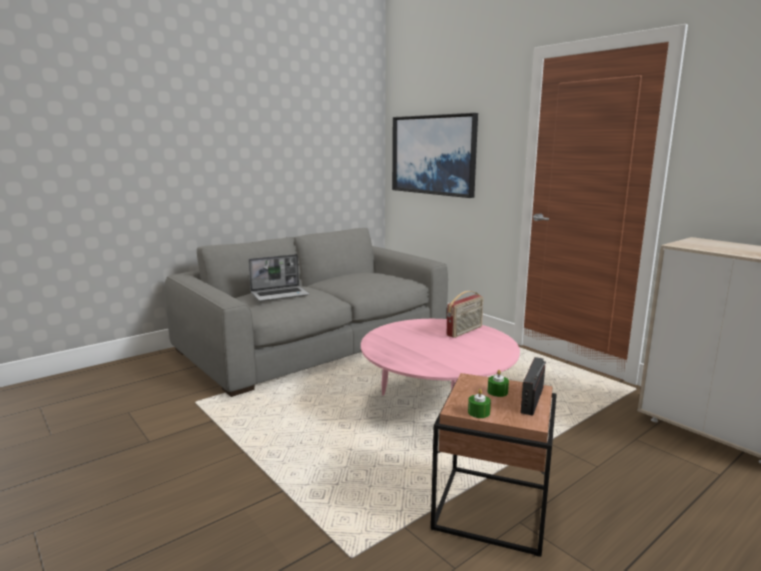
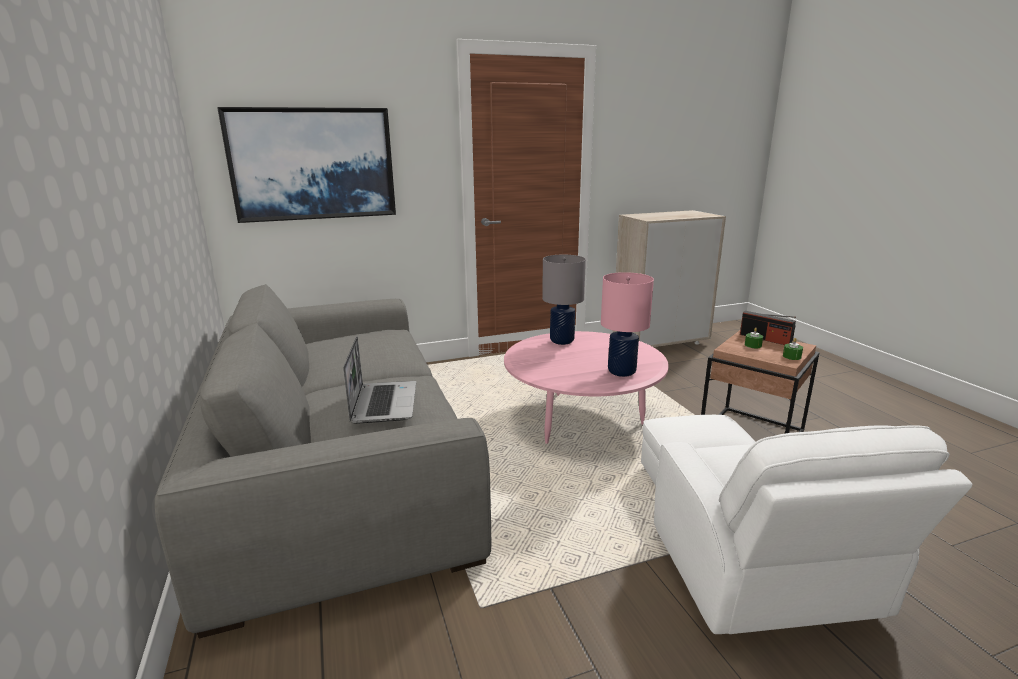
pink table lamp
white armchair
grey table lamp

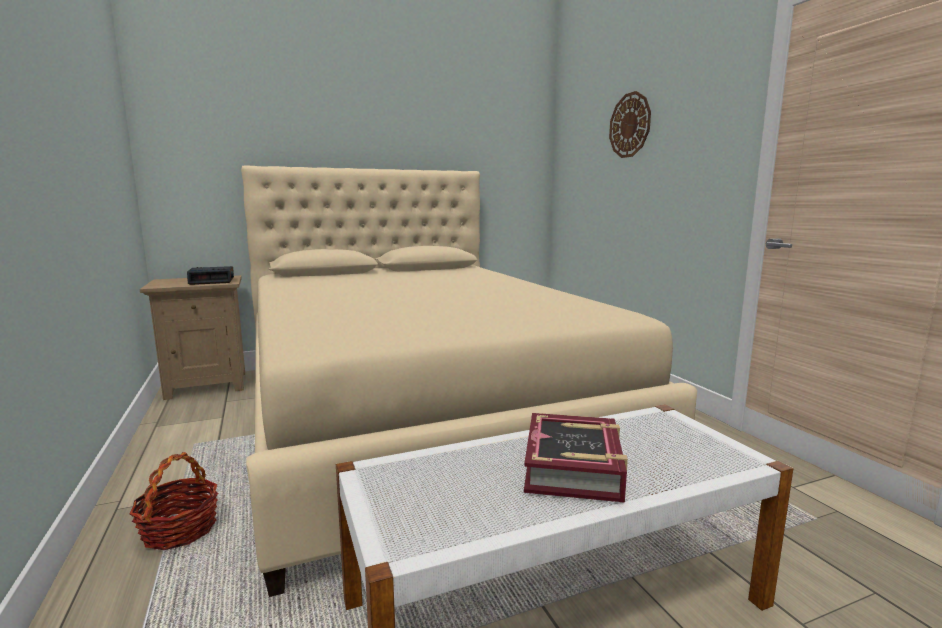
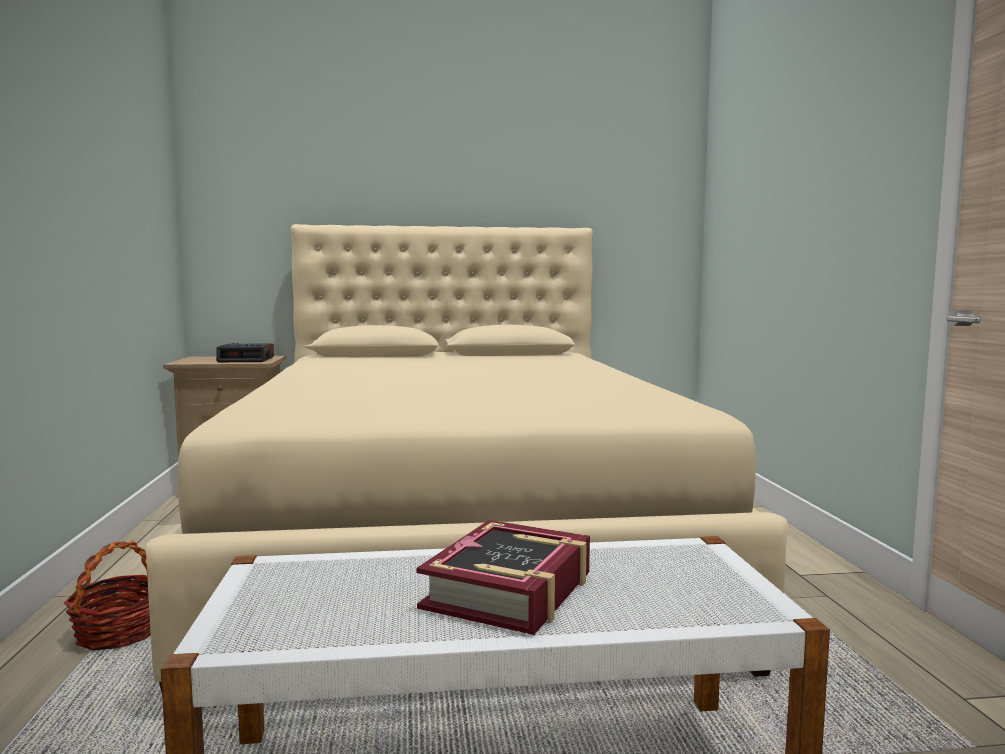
wall clock

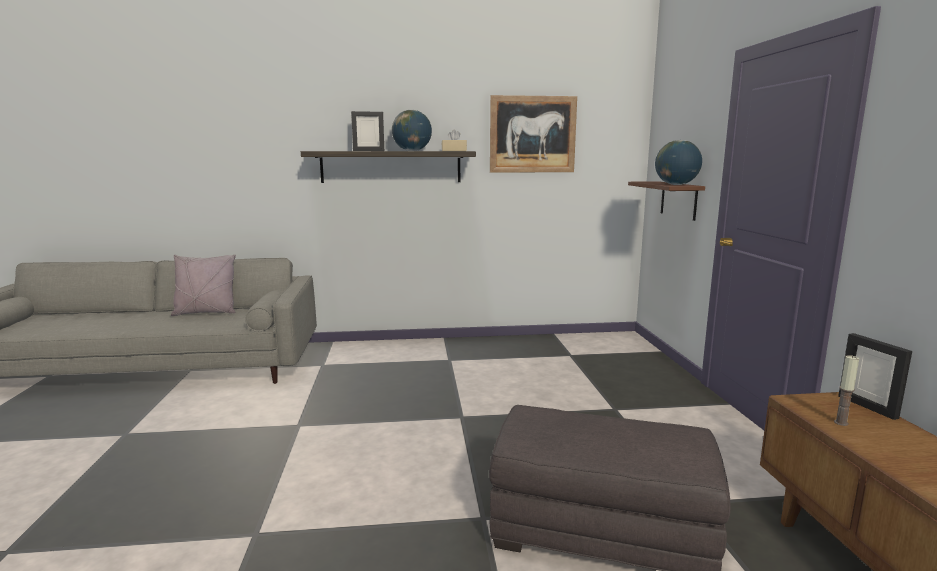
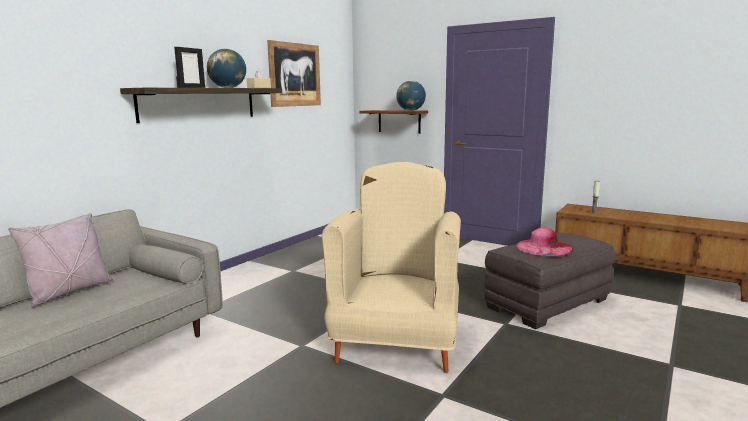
picture frame (no. 2 from left in the first image)
beige armchair
pink hat

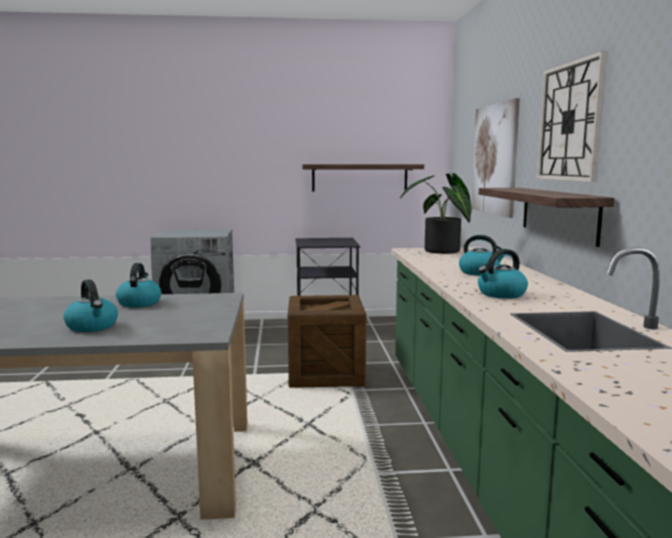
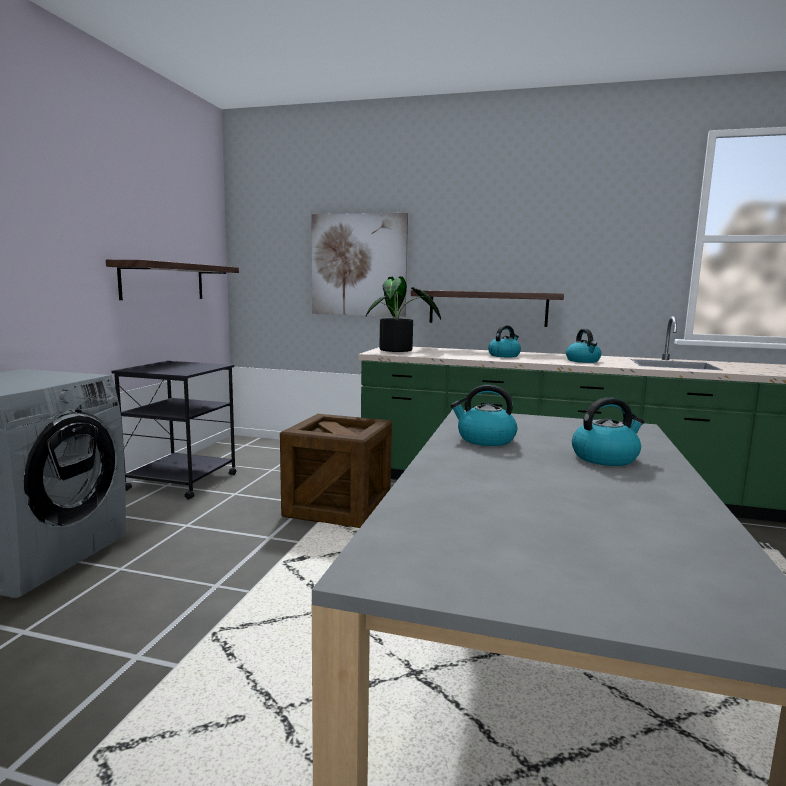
wall clock

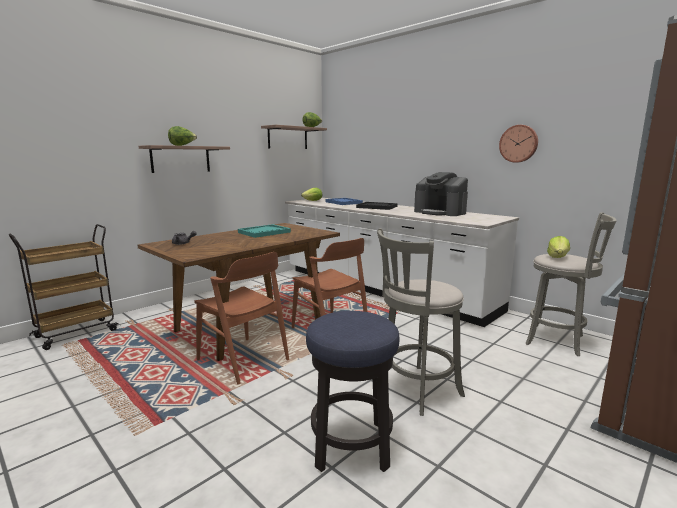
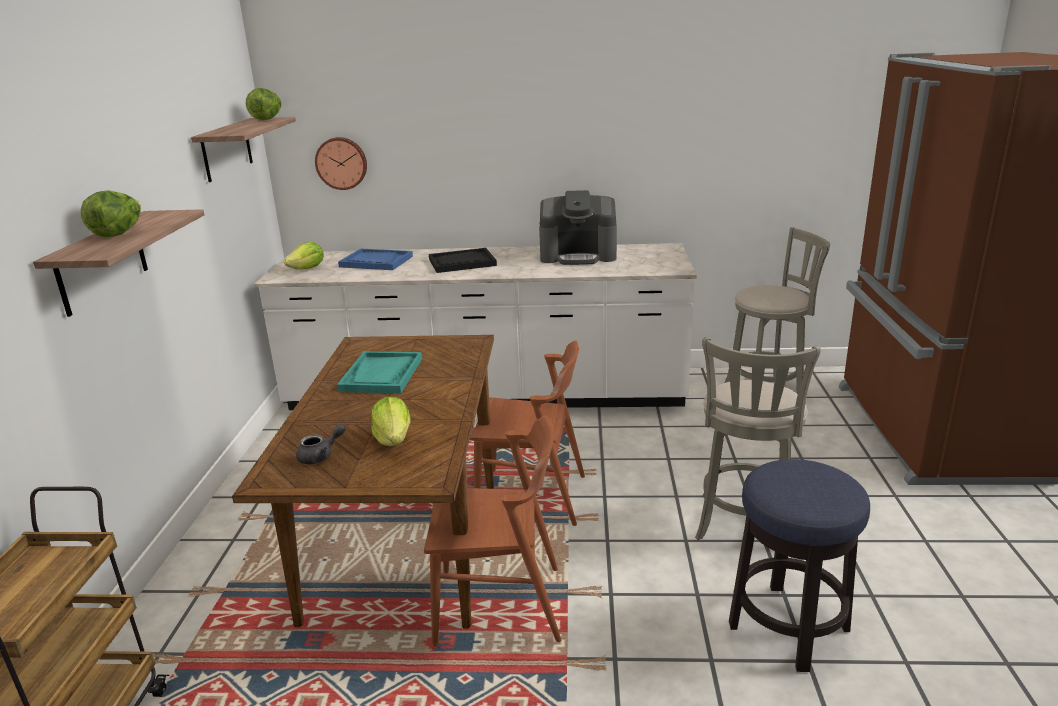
wall clock
lettuce (no. 4 from left)

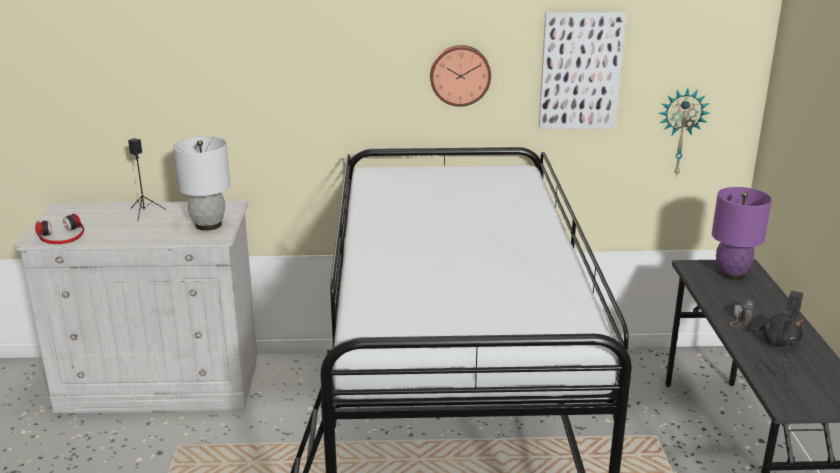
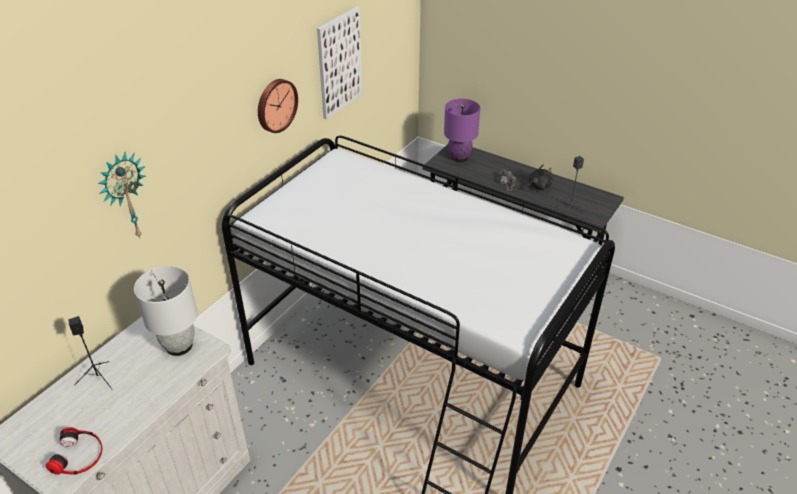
wall clock (no. 1 from left)

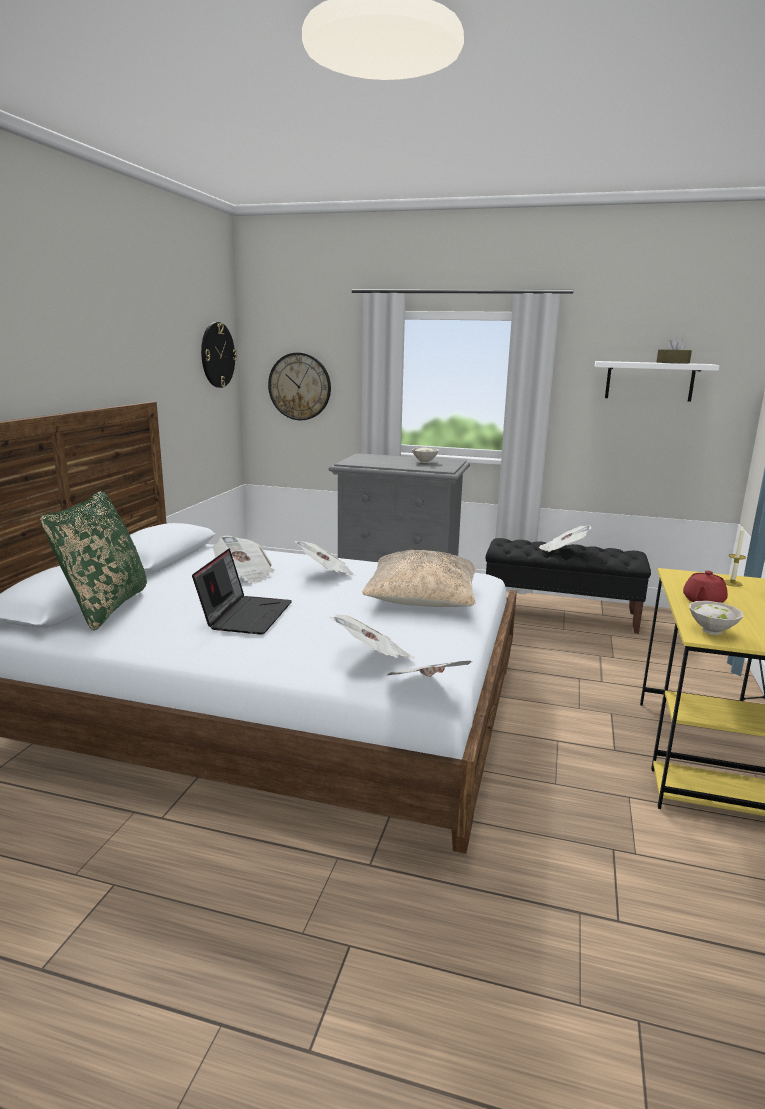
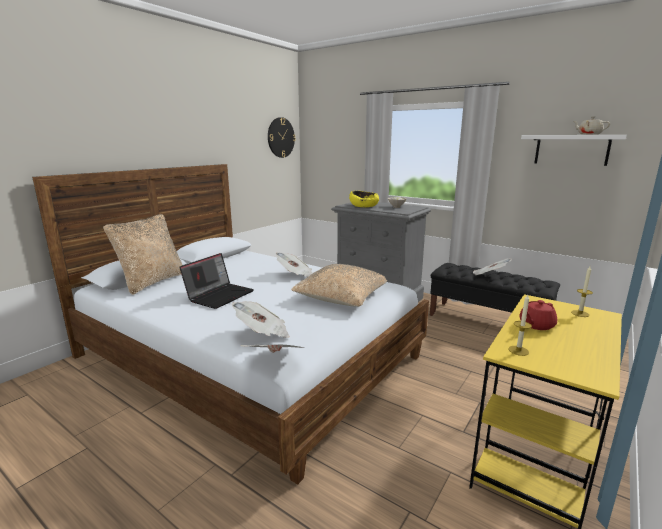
newspaper (no. 1 from left in the first image)
wall clock (no. 2 from left in the first image)
yellow bowl
beige teapot
candle (no. 1 from left)
beige pillow (no. 1 from left)

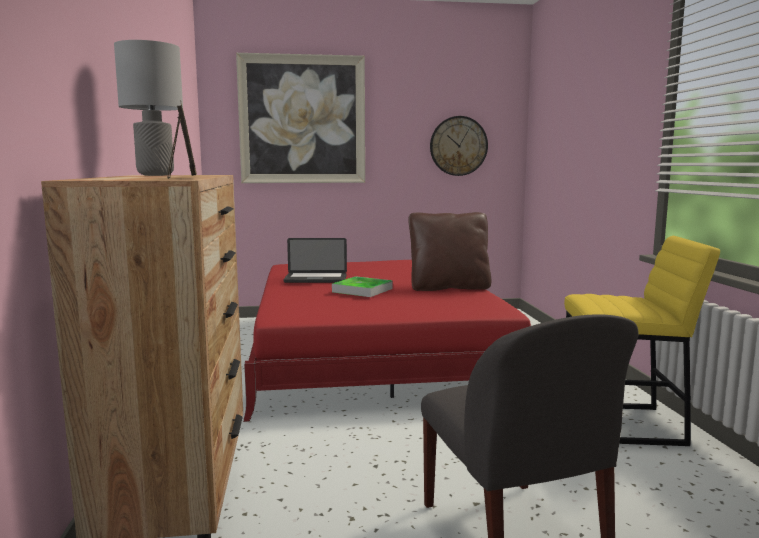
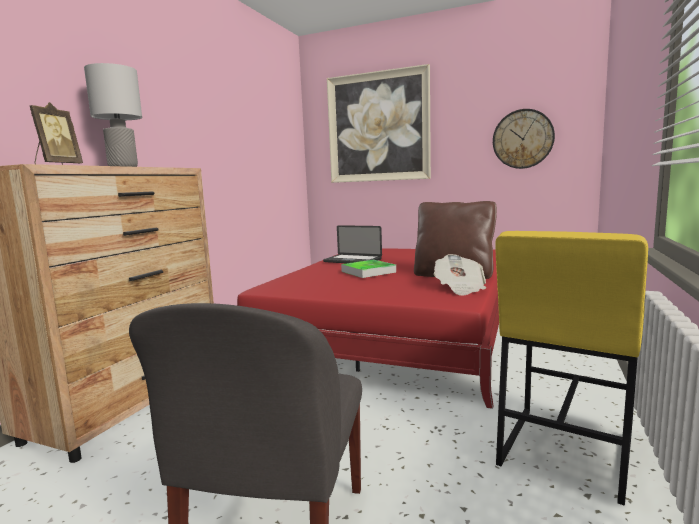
newspaper
yellow chair

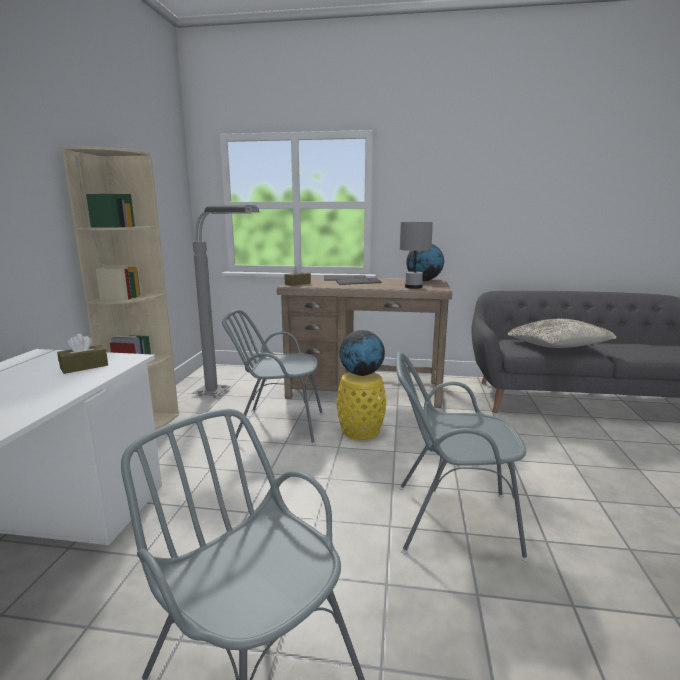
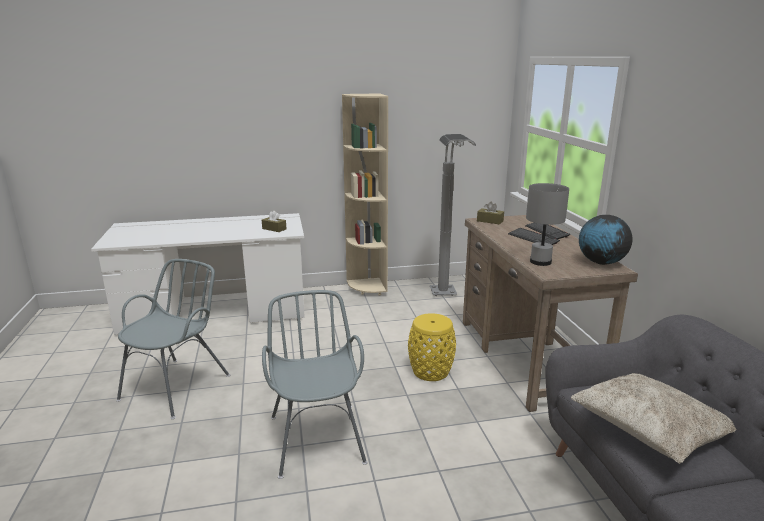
grey chair (no. 2 from left in the first image)
globe (no. 1 from left in the first image)

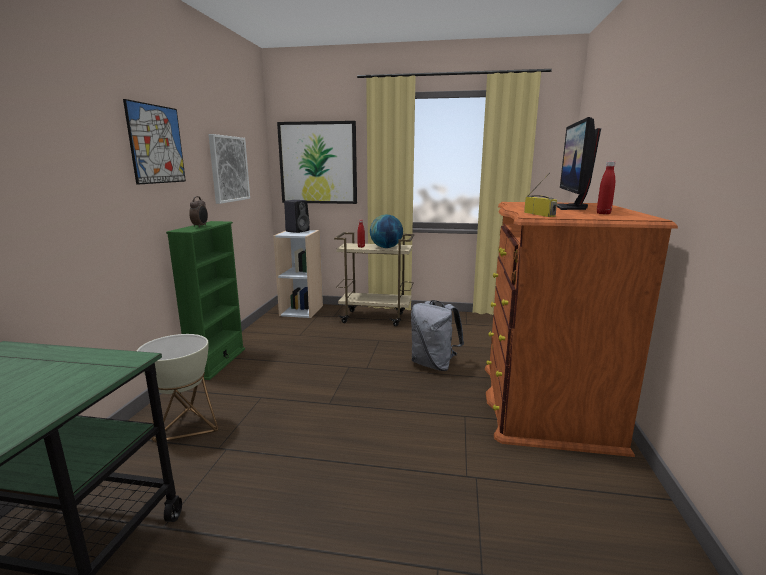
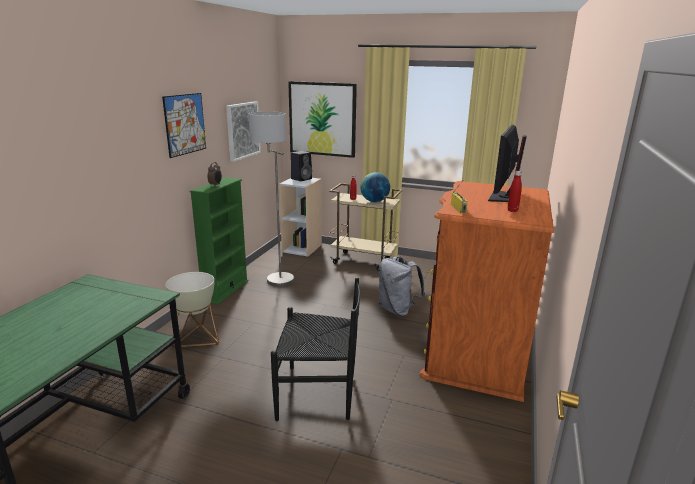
grey floor lamp
black chair

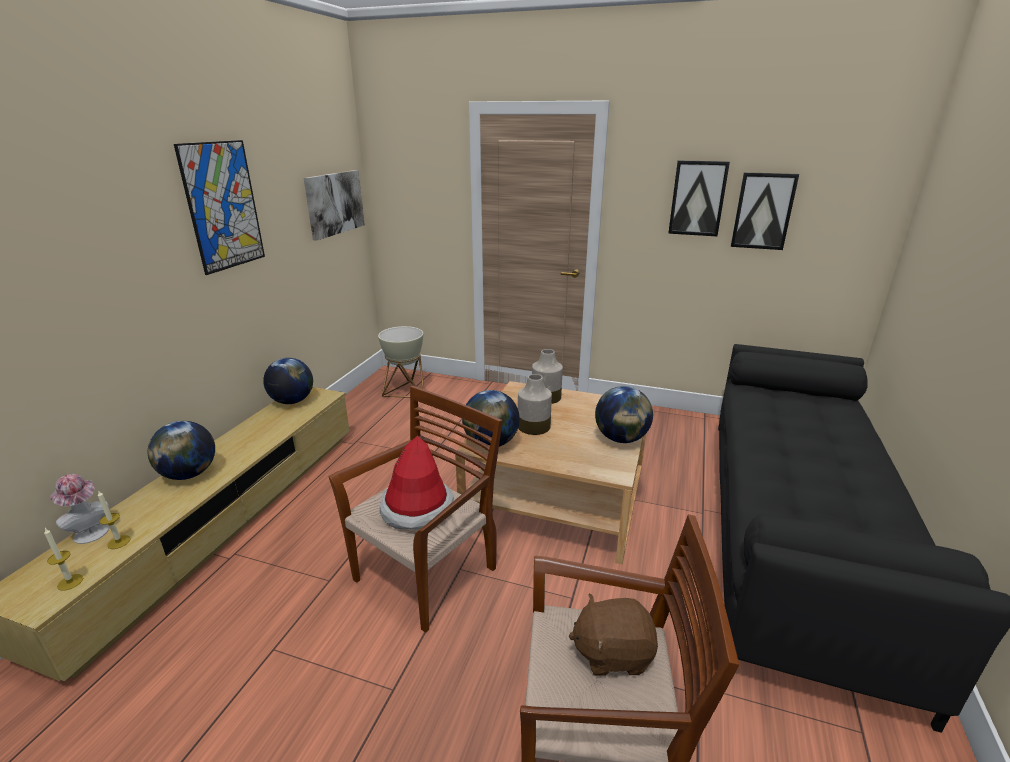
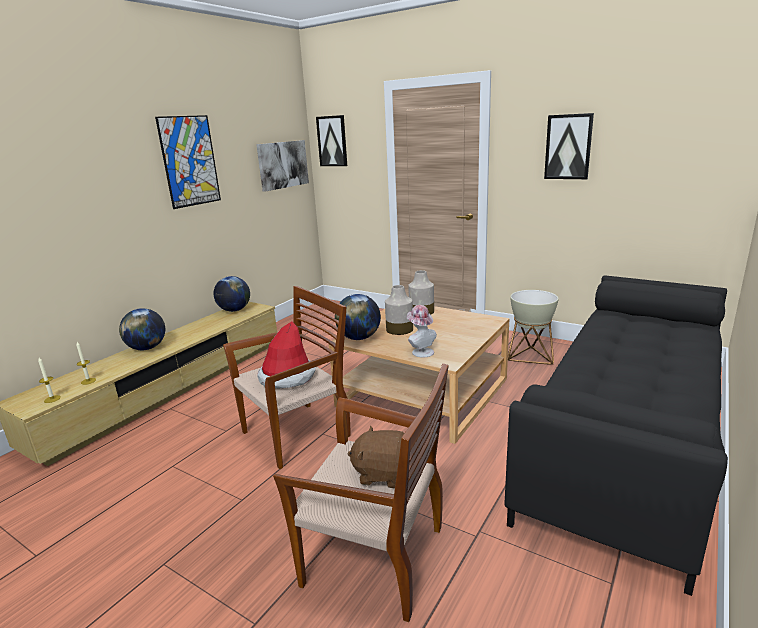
globe (no. 4 from left in the first image)
hat (no. 2 from left)
planter
picture (no. 3 from left)

